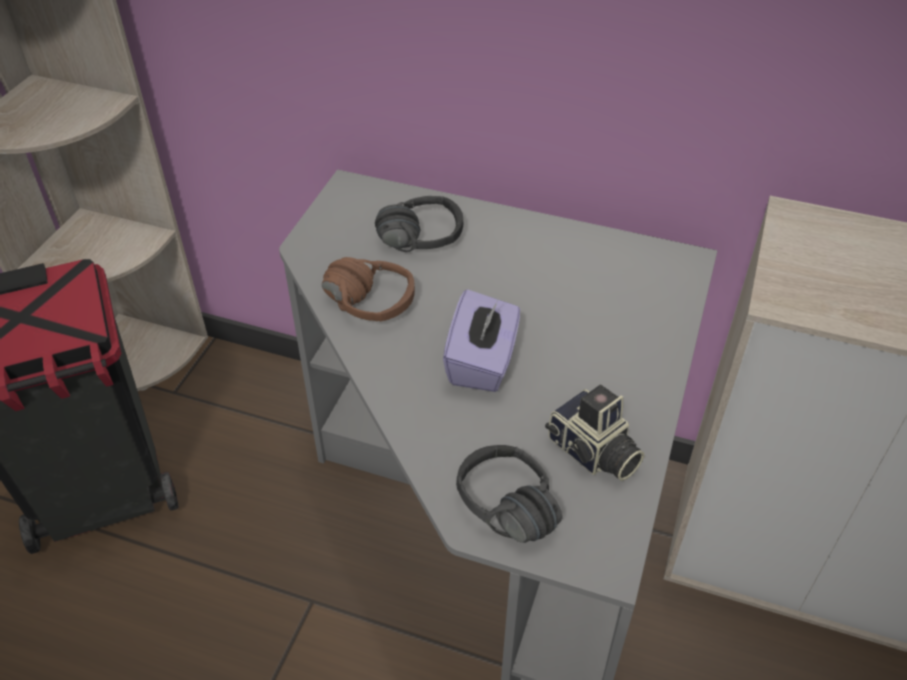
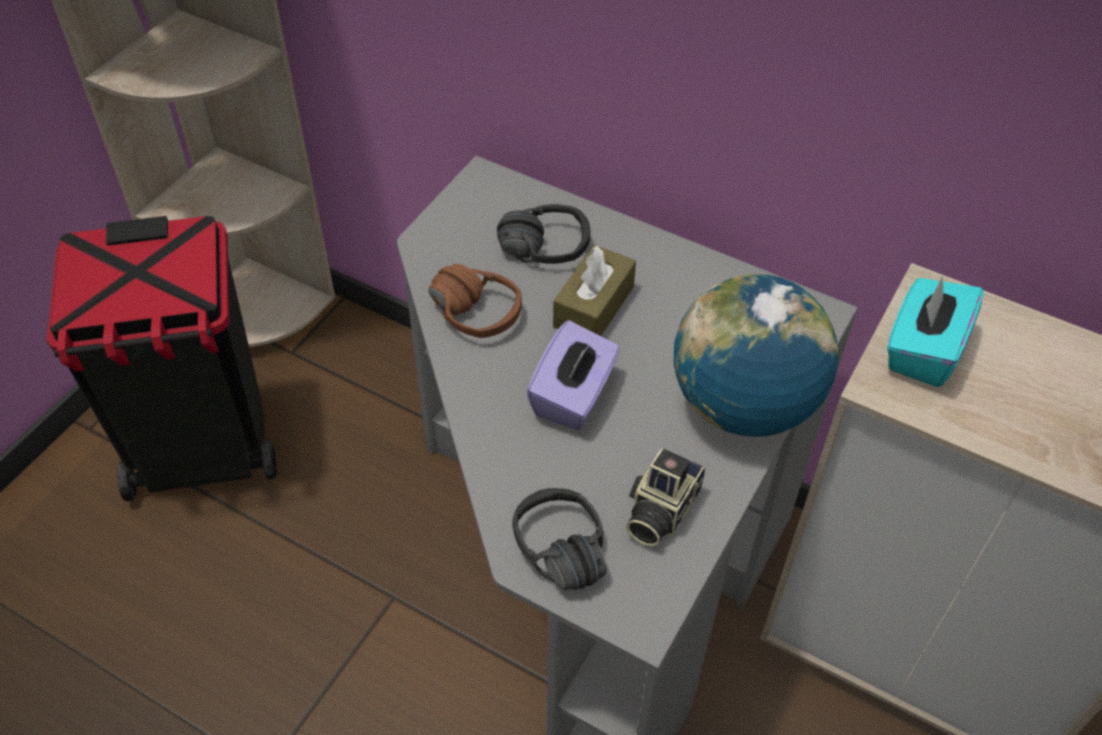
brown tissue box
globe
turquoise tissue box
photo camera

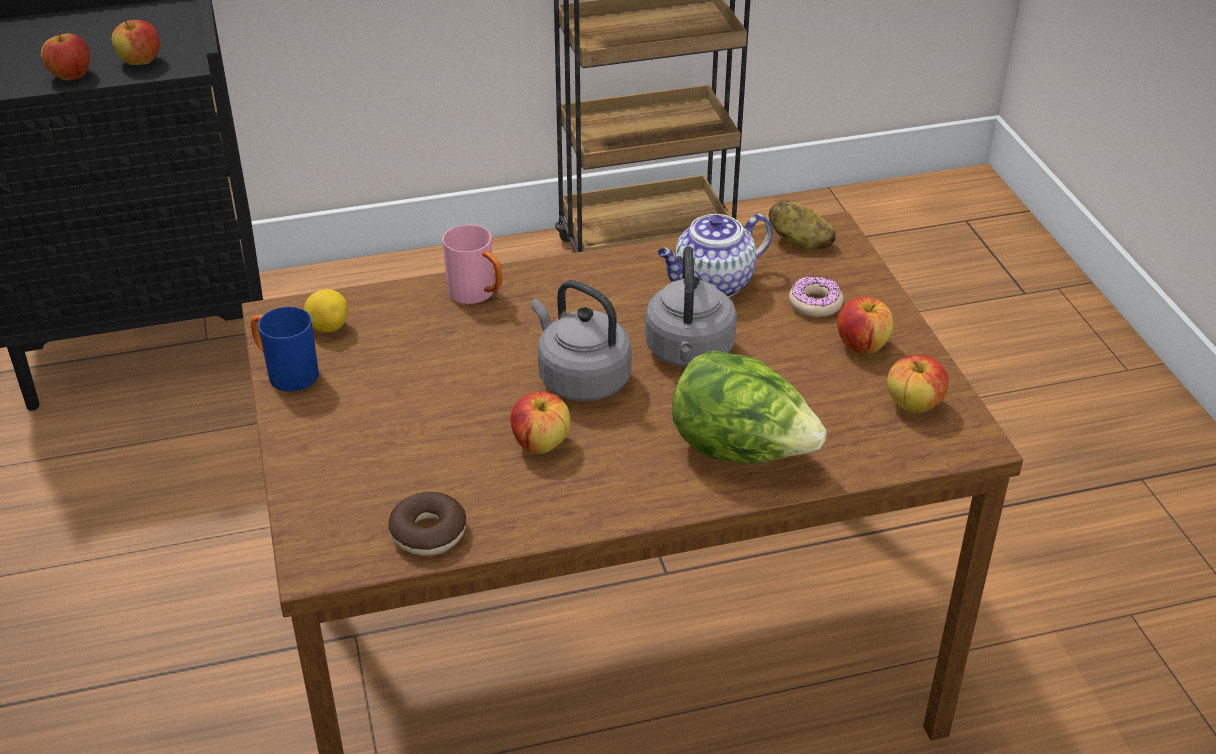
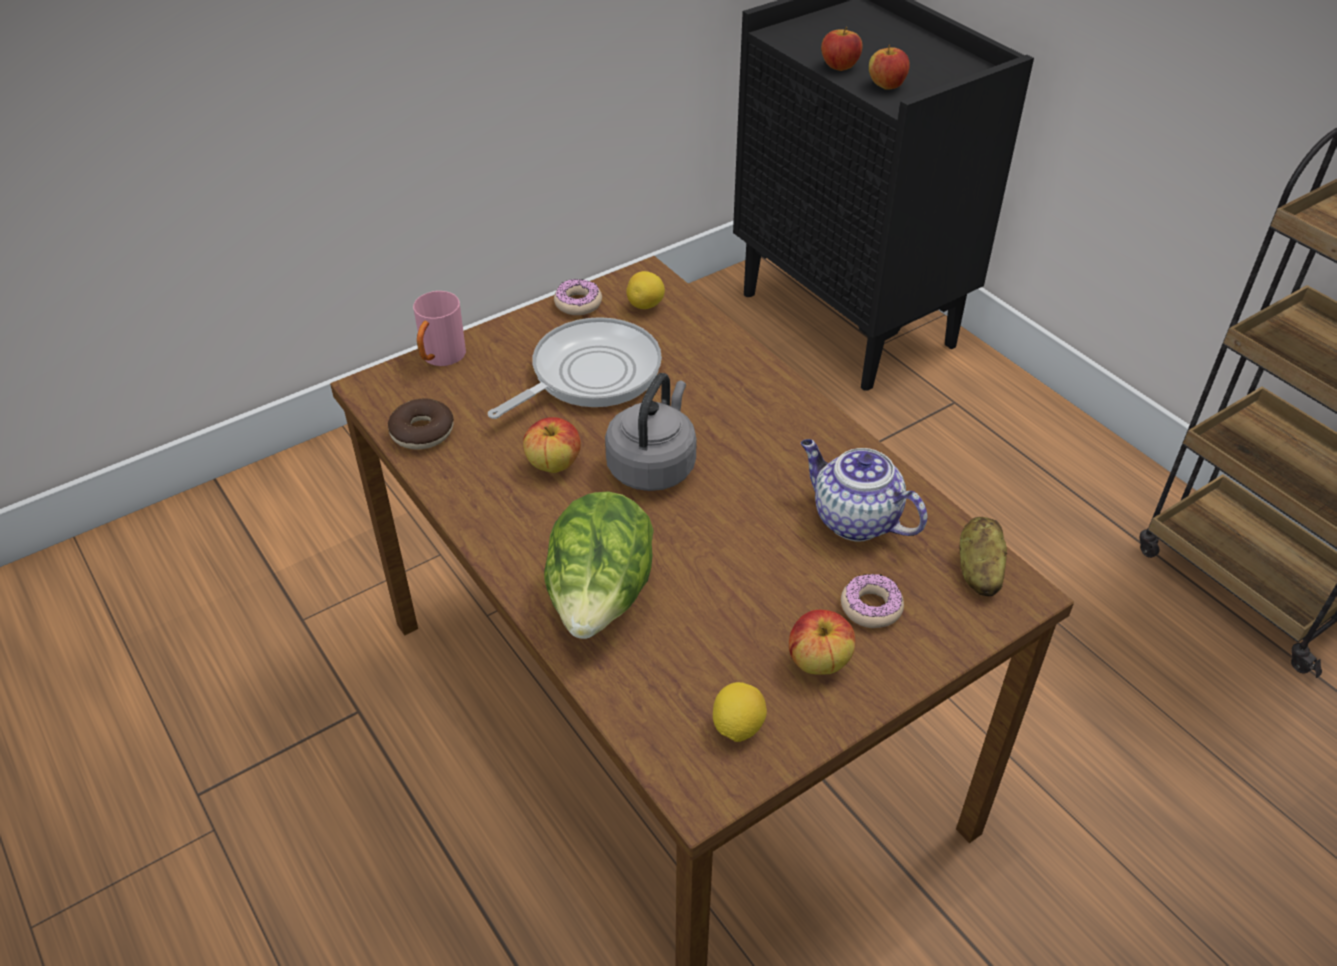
grey kettle (no. 2 from left in the first image)
frying pan
pink mug
donut (no. 2 from left)
lemon (no. 2 from left)

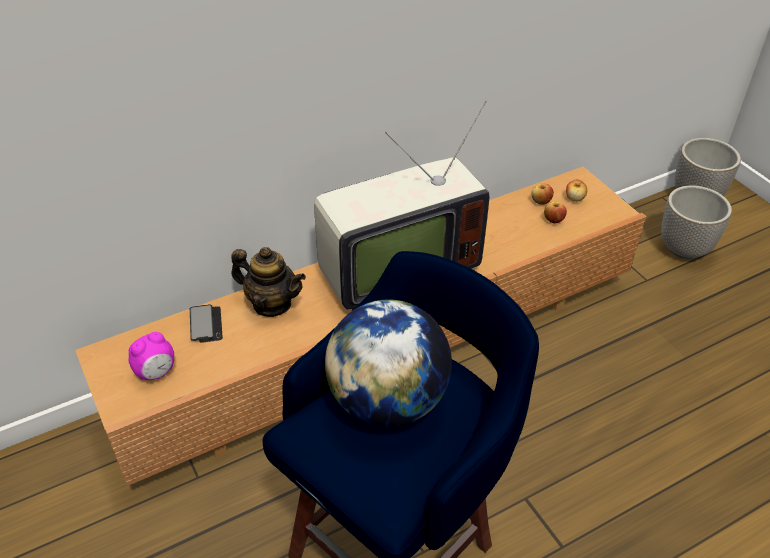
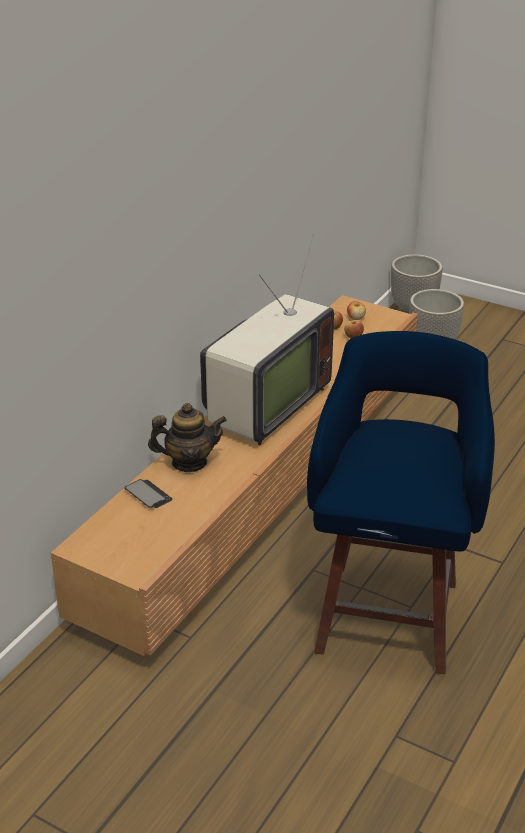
alarm clock
globe

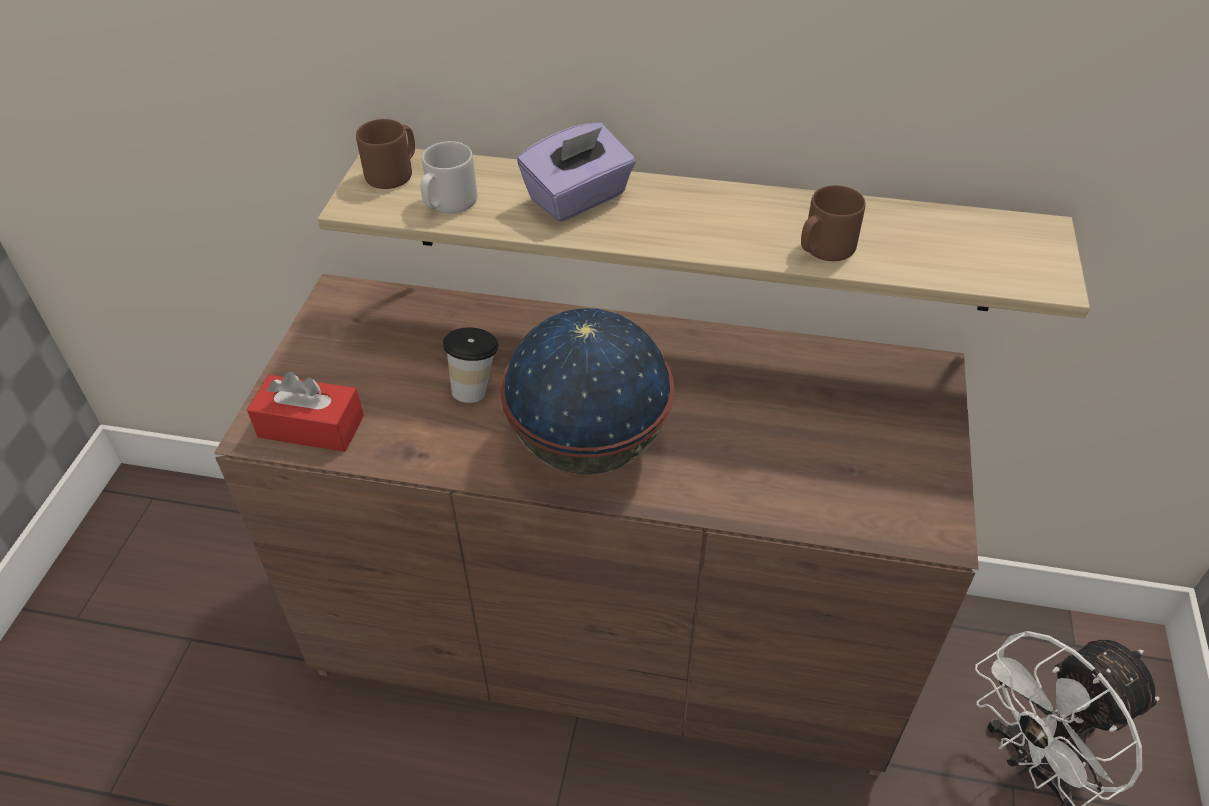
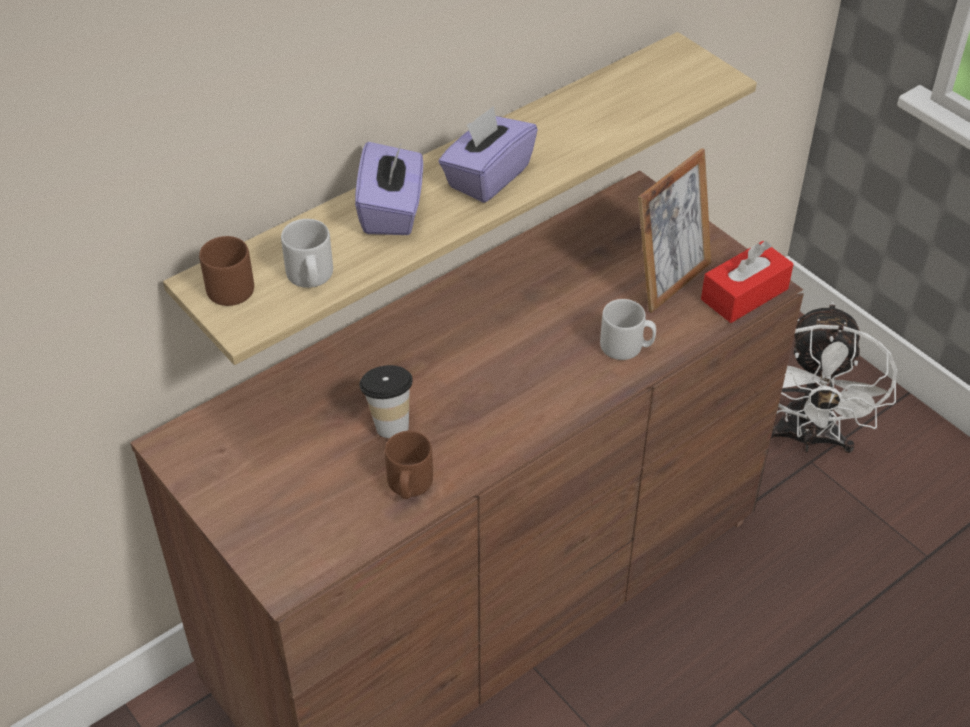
globe
purple tissue box (no. 2 from left)
grey mug (no. 2 from left)
picture frame
red tissue box
brown mug (no. 2 from left)

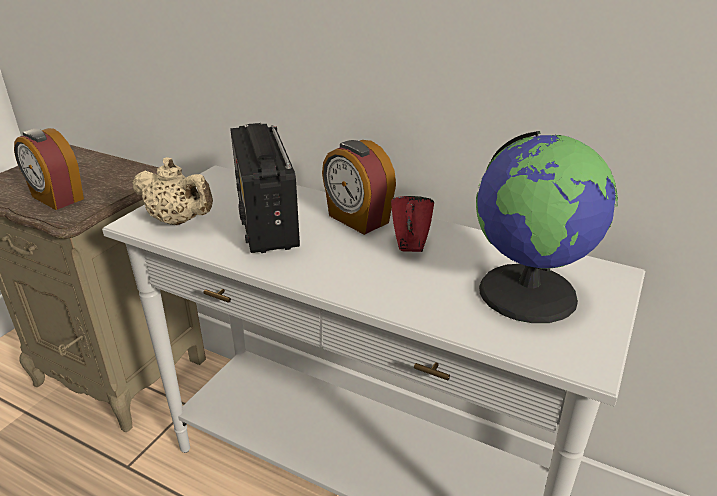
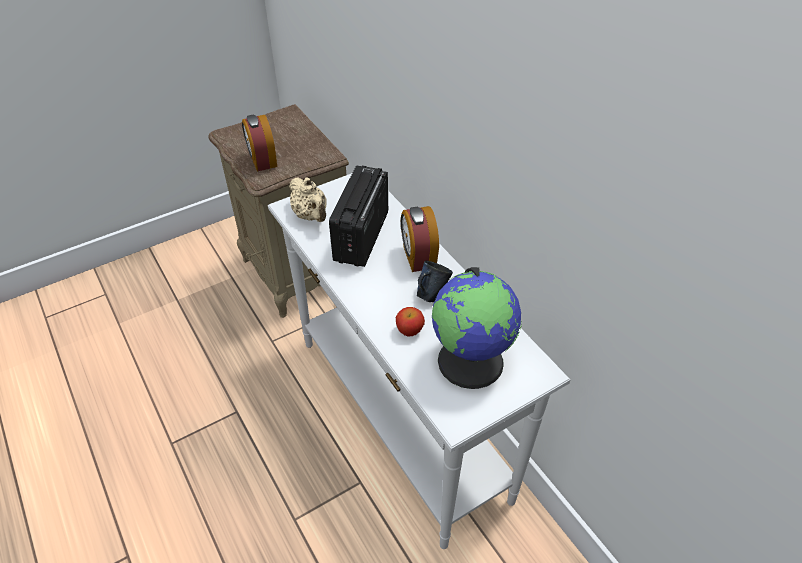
apple
blue mug

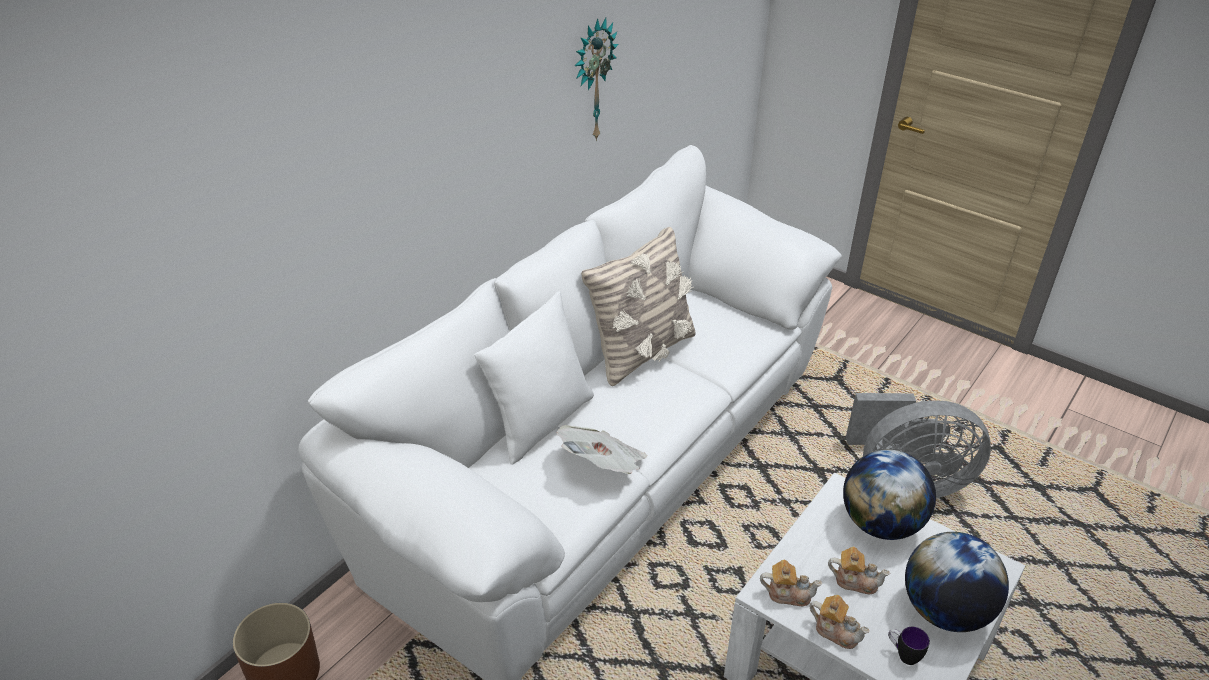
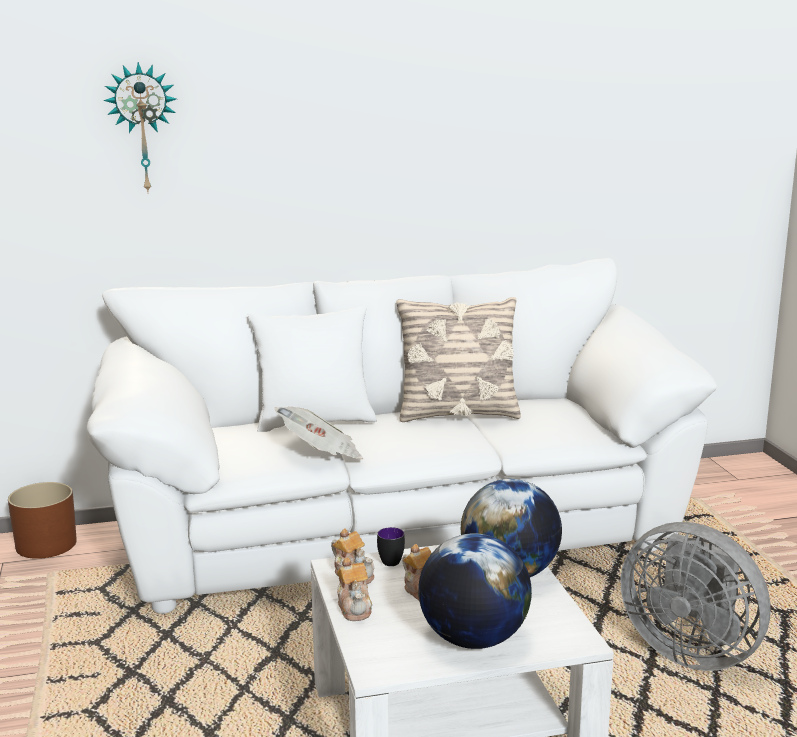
wall clock
mug

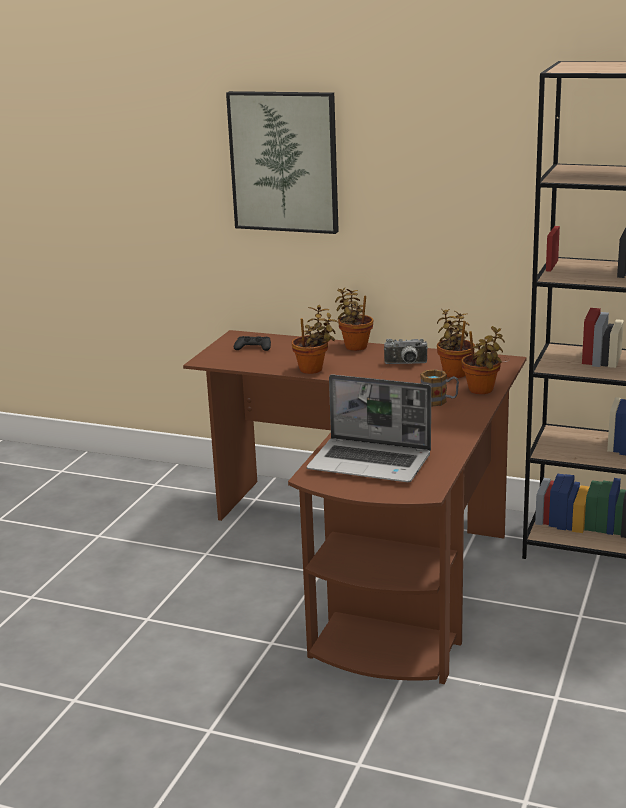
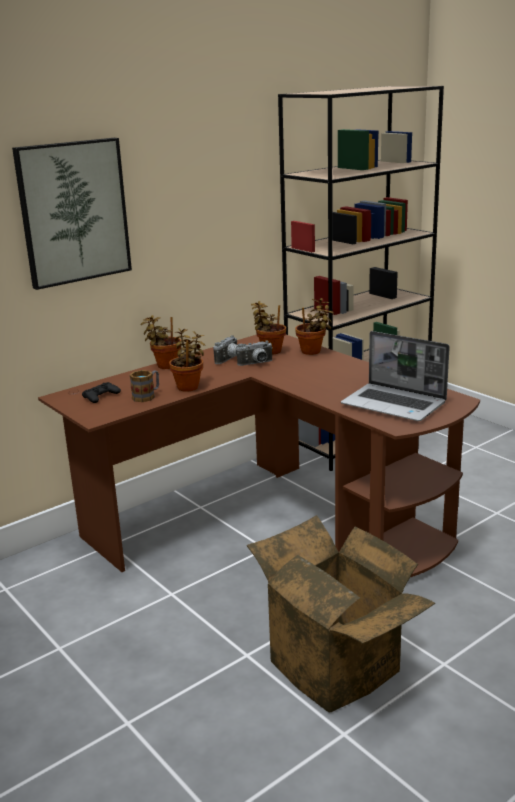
photo camera (no. 2 from left)
cardboard box
mug
laptop

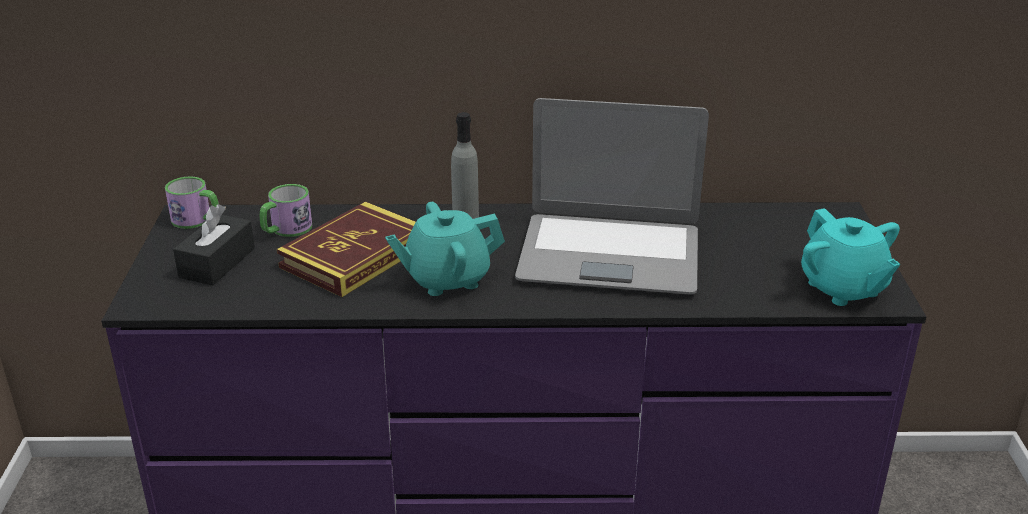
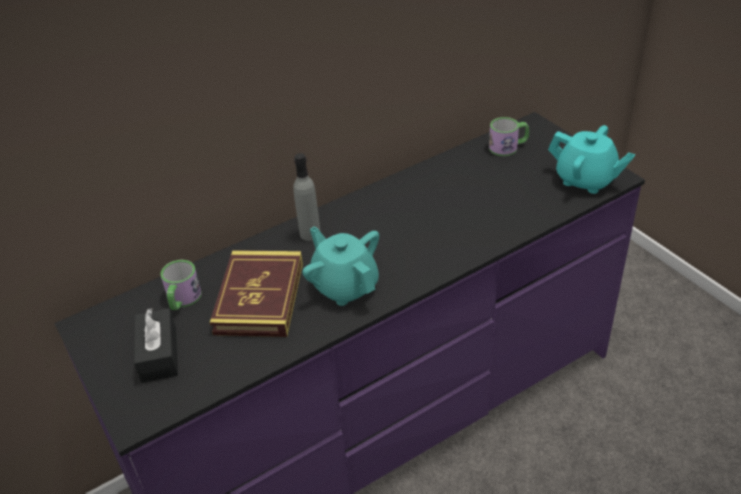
laptop
mug (no. 2 from left)
turquoise teapot (no. 1 from left)

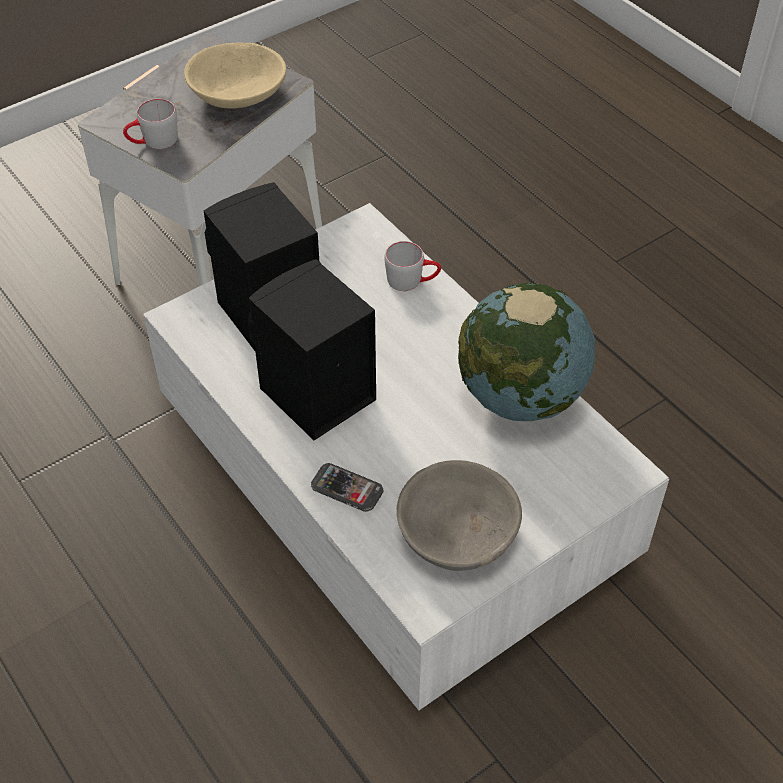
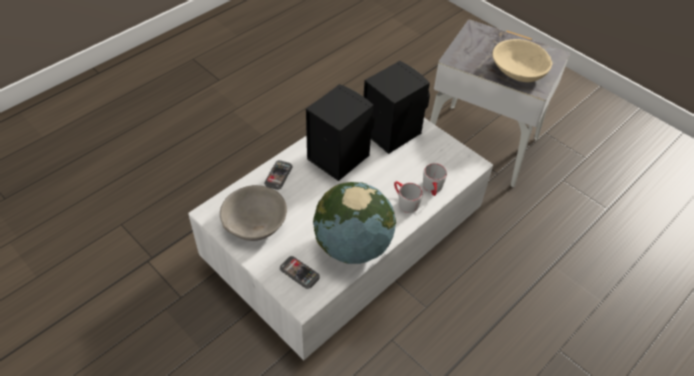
phone (no. 2 from left)
grey mug (no. 1 from left)

